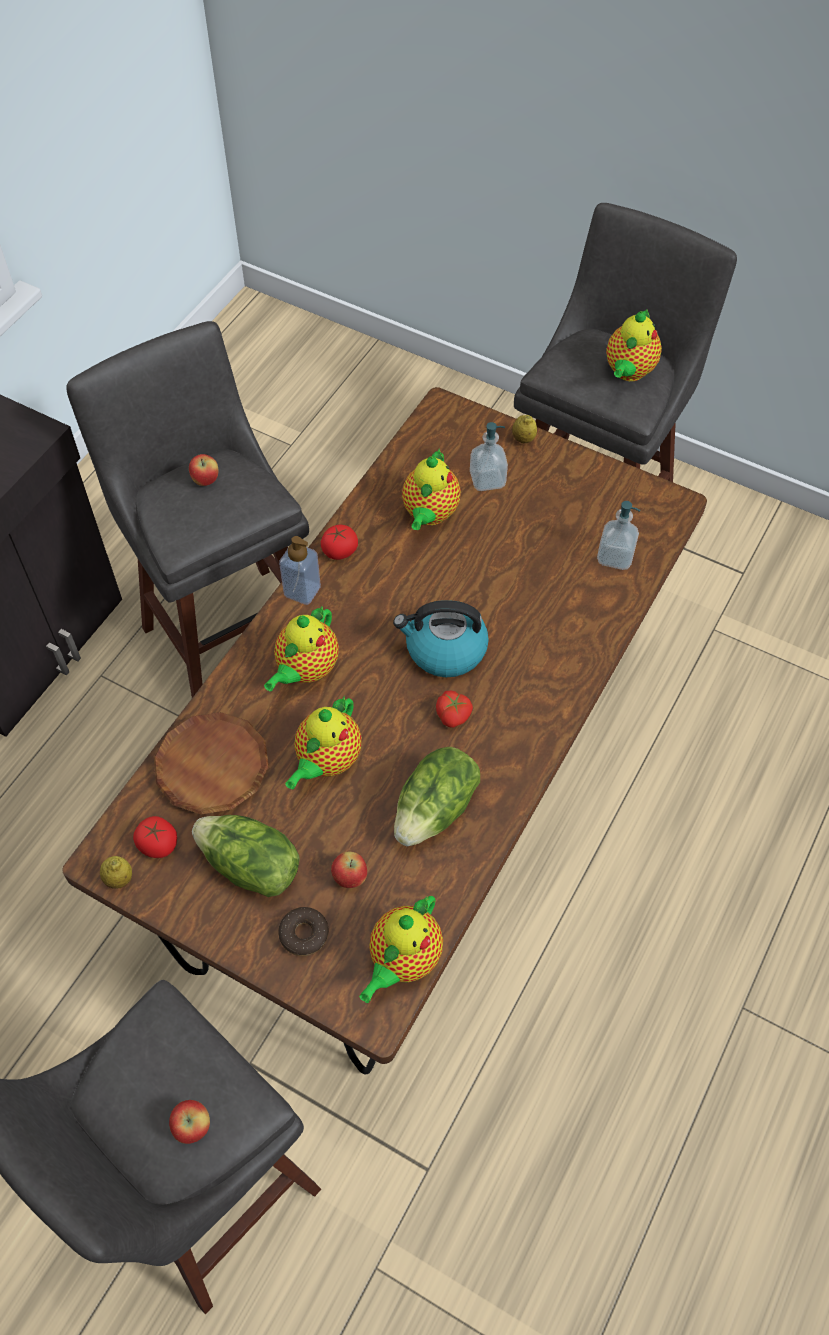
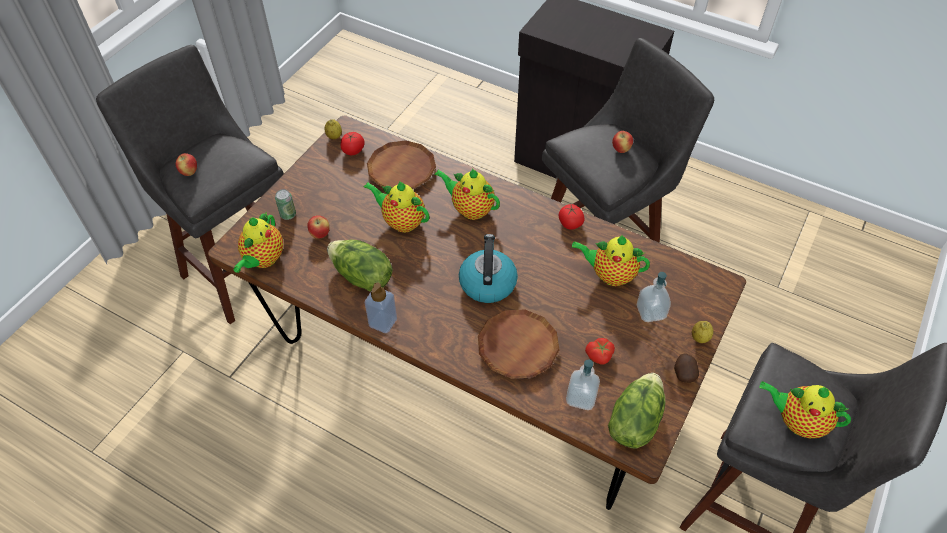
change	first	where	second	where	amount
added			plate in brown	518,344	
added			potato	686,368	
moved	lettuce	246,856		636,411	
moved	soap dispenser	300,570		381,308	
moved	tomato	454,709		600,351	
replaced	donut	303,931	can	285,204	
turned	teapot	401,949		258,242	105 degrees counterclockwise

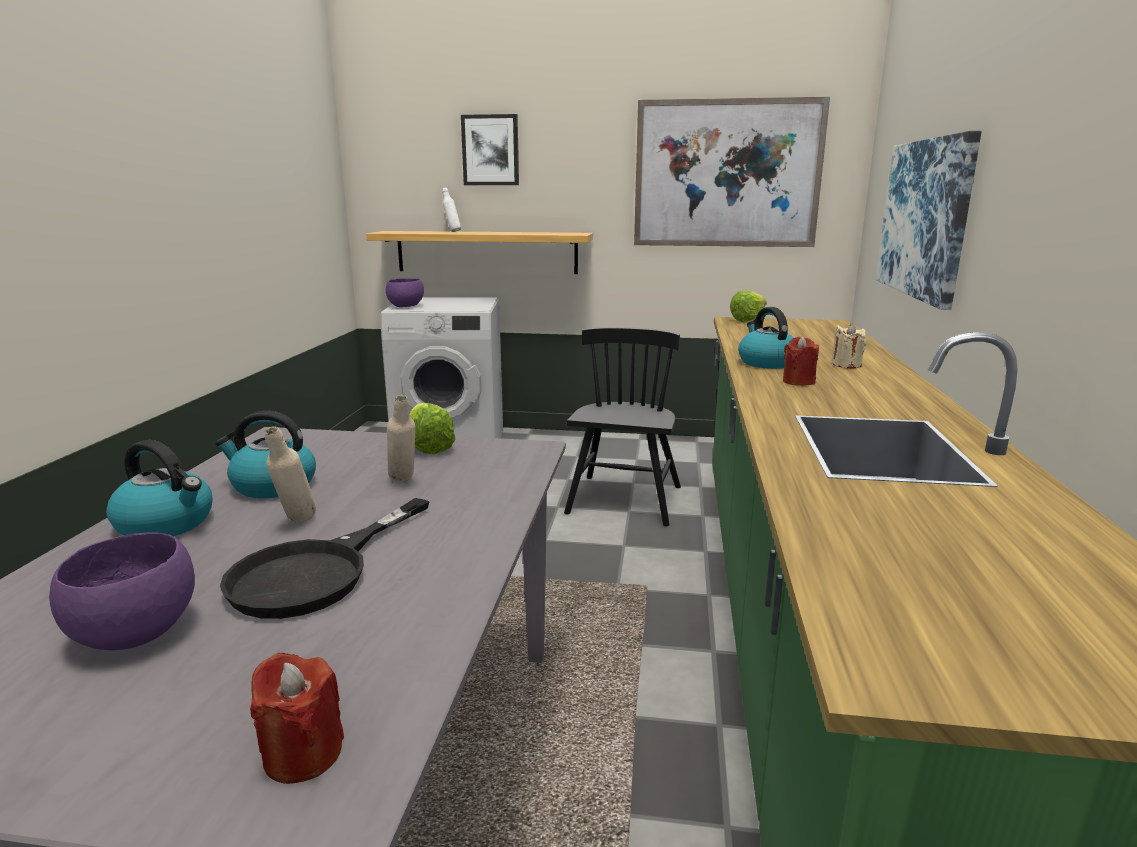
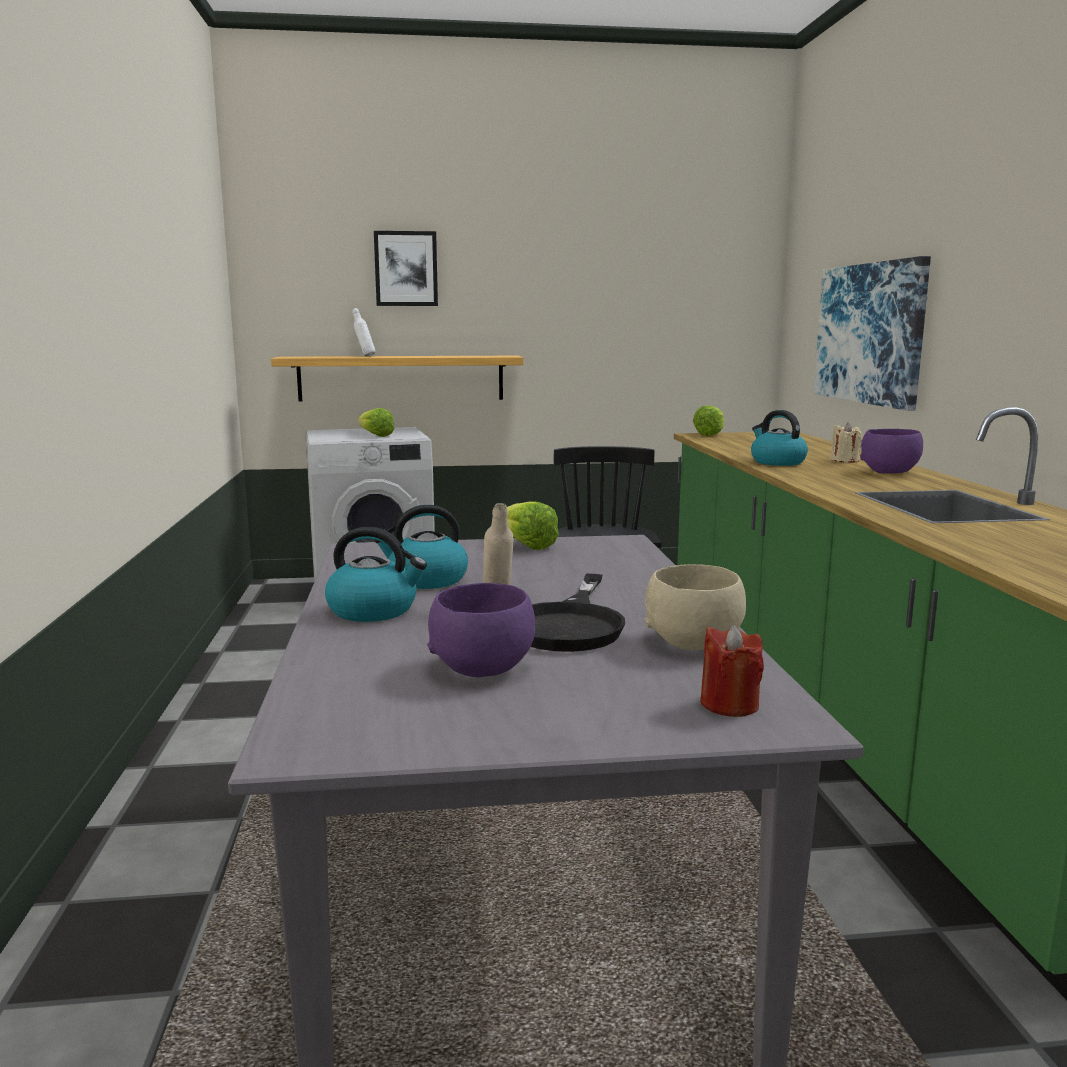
change	first	where	second	where	amount
removed	bottle in beige	401,438			
removed	picture	732,172			
removed	candle in red	801,361			
added			lettuce	376,422	
added			bowl in beige	695,607	
moved	bowl in purple	405,292		891,451	

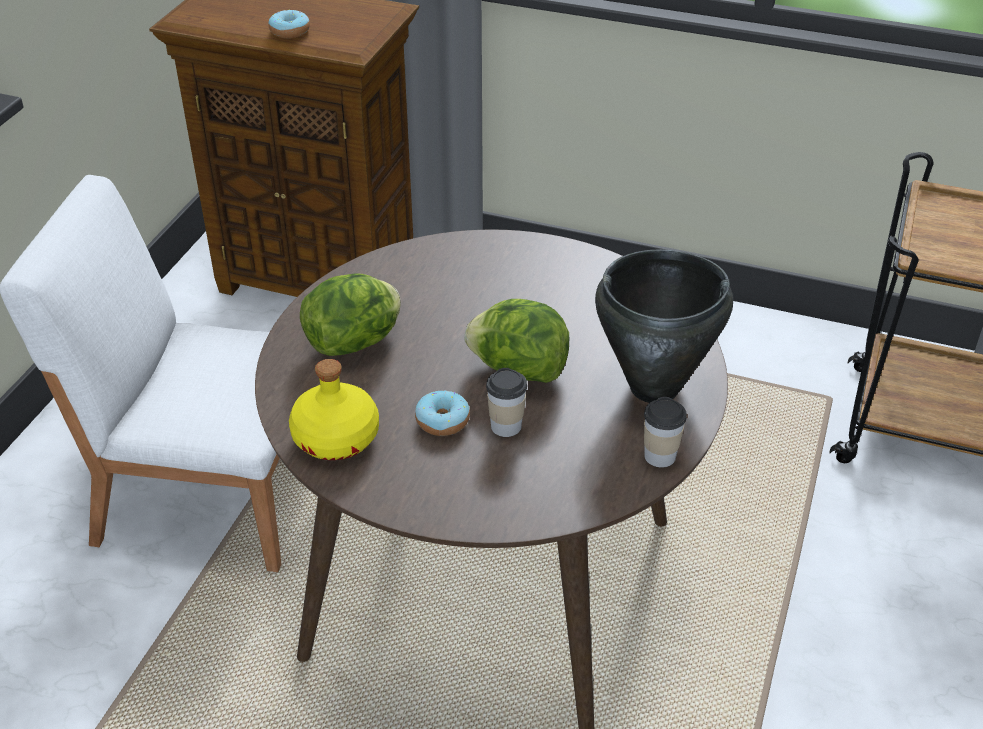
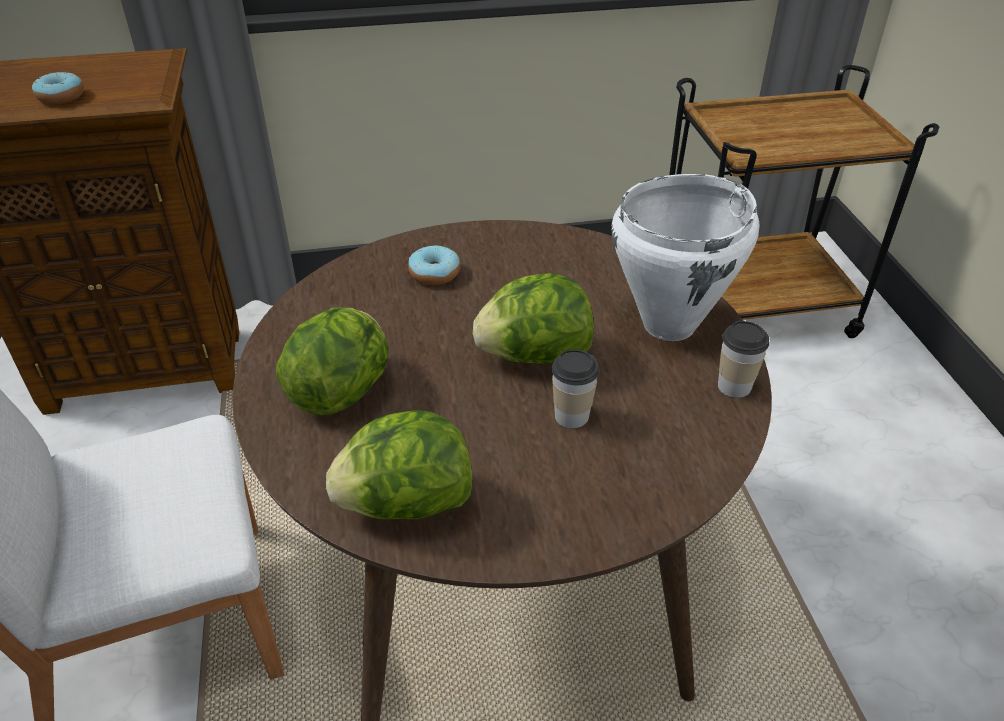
change	first	where	second	where	amount
moved	donut	442,413		434,264	
replaced	bottle in yellow	334,409	lettuce	399,465	
recoloured	cooking pot in black	664,326	cooking pot in white	685,257	

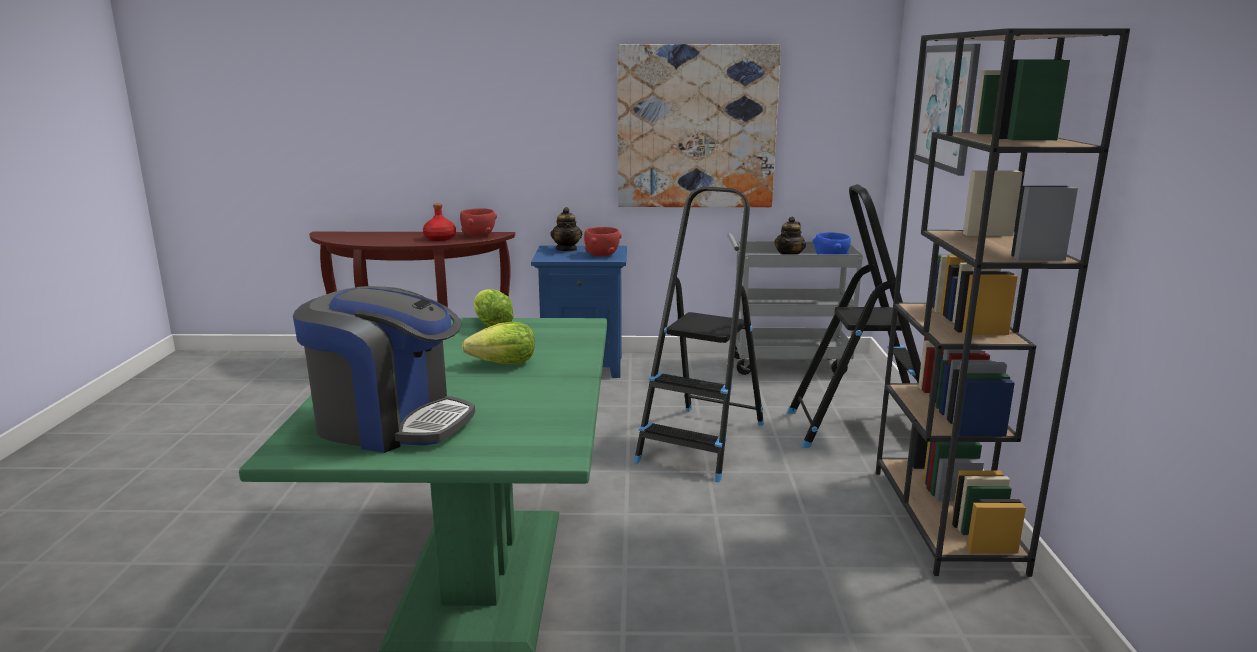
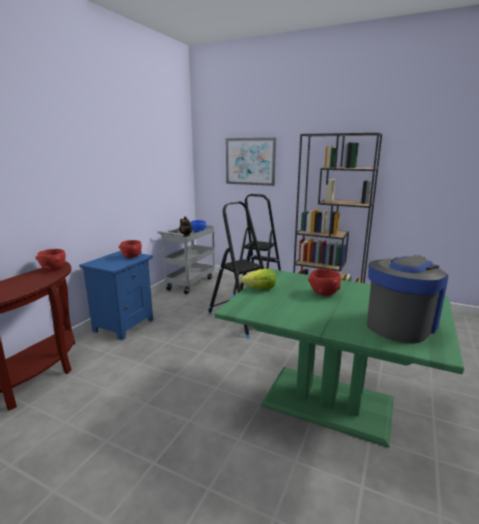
change	first	where	second	where	amount
removed	bottle in red	439,222			
removed	teapot	566,229			
removed	picture	699,125			
replaced	lettuce	498,343	bowl in red	324,282	

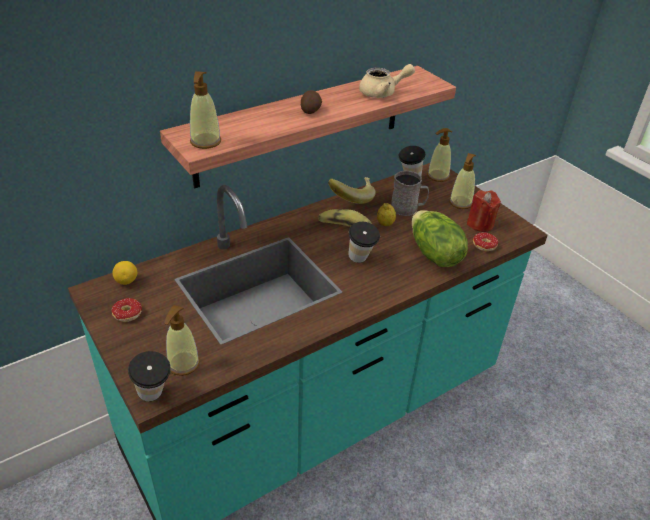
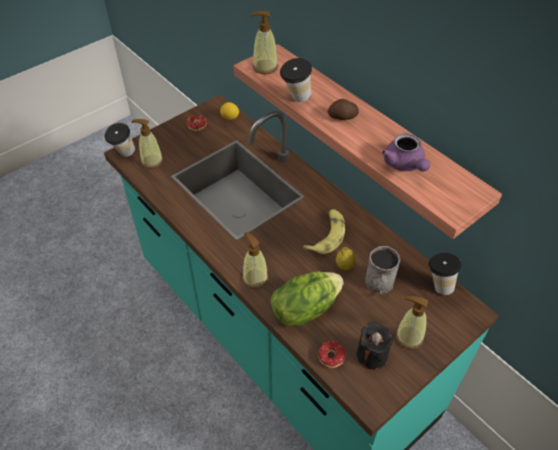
change	first	where	second	where	amount
removed	banana	352,190			
moved	cup	364,242		296,80	
moved	soap dispenser	439,155		255,260	
recoloured	teapot in beige	387,81	teapot in purple	406,152	
recoloured	candle in red	484,211	candle in black	374,346	

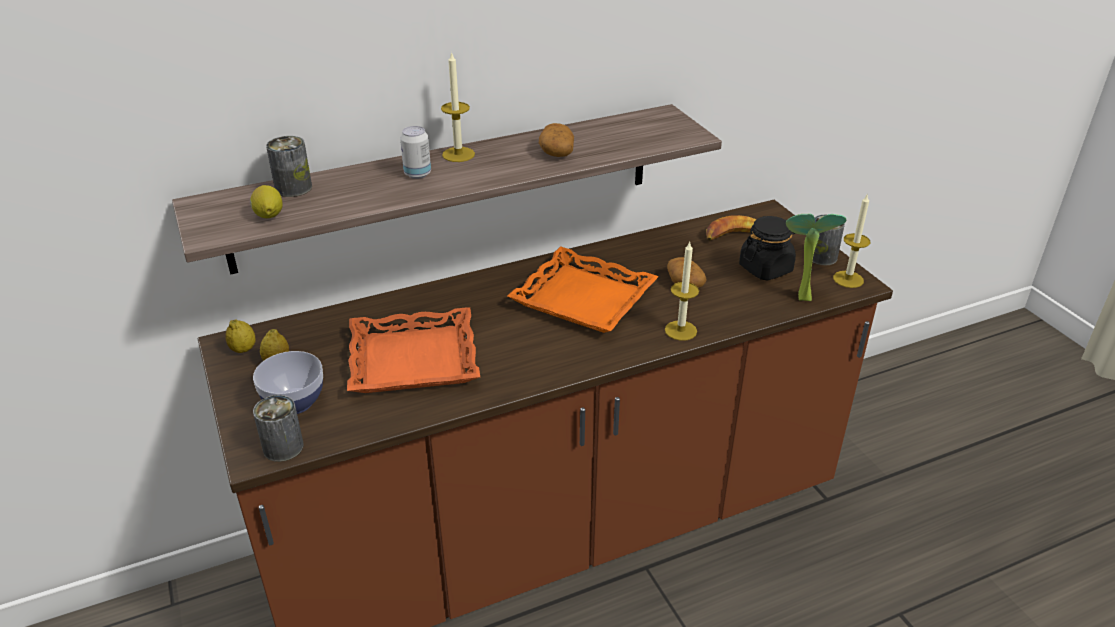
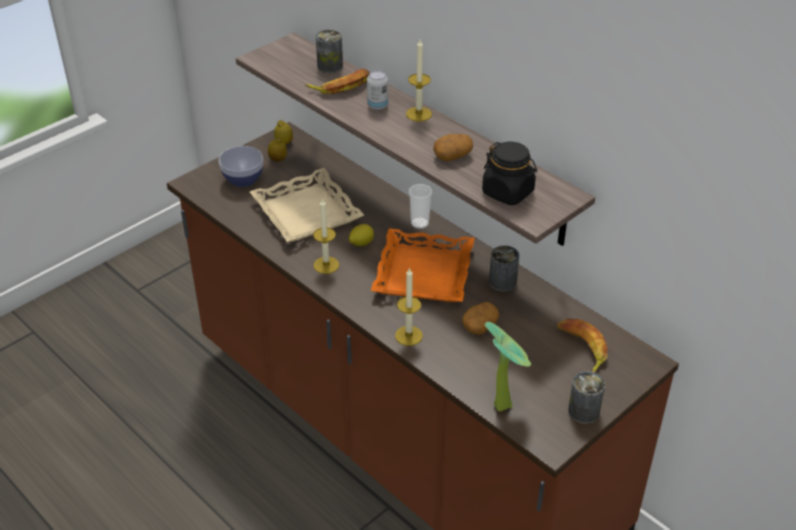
change	first	where	second	where	amount
added			banana	337,81	
added			cup	420,206	
moved	lemon	266,201		361,235	
moved	can	278,428		504,268	
moved	jar in black	767,248		509,173	
moved	candle	851,240		326,236	
recoloured	tray in orange	413,350	tray in beige	307,205	

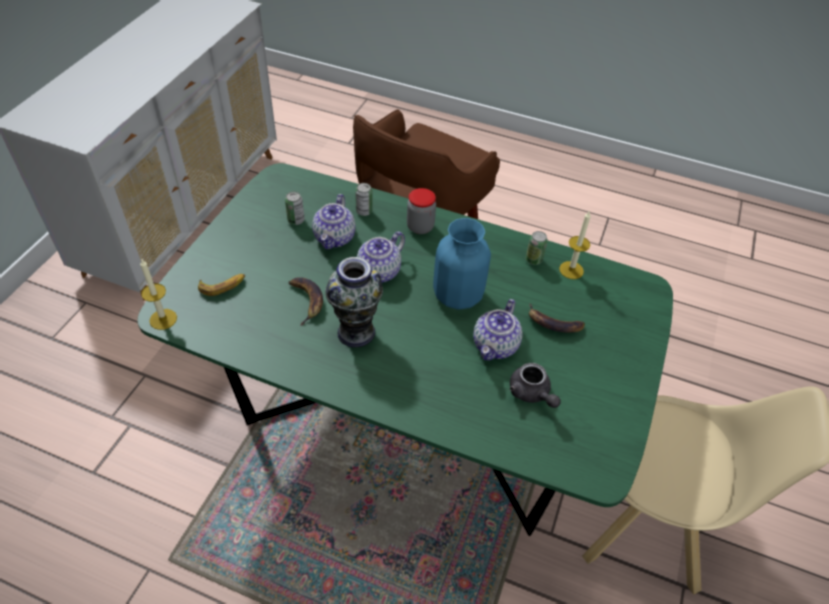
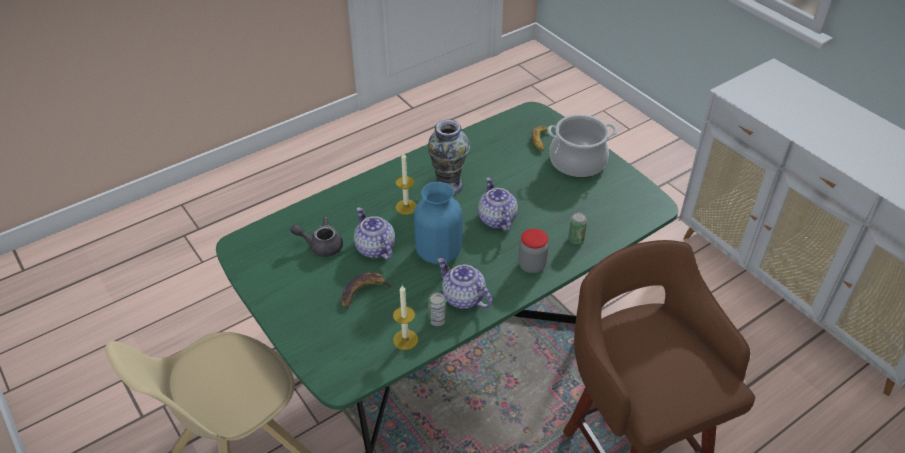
change	first	where	second	where	amount
removed	can	295,208			
removed	banana	306,301			
added			cooking pot	582,146	
moved	candle	158,295		406,183	
moved	teapot	334,222		464,283	

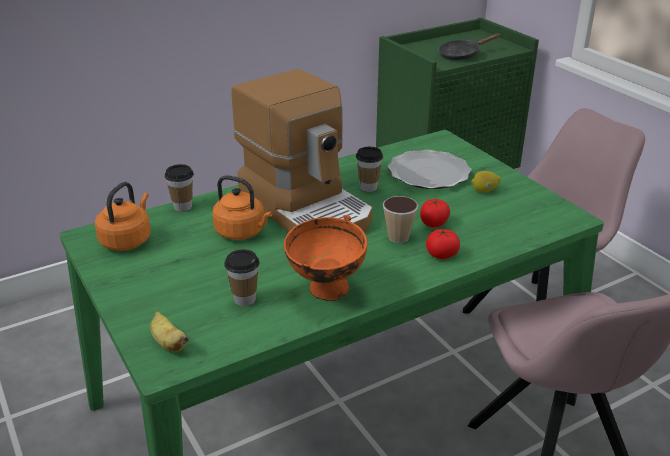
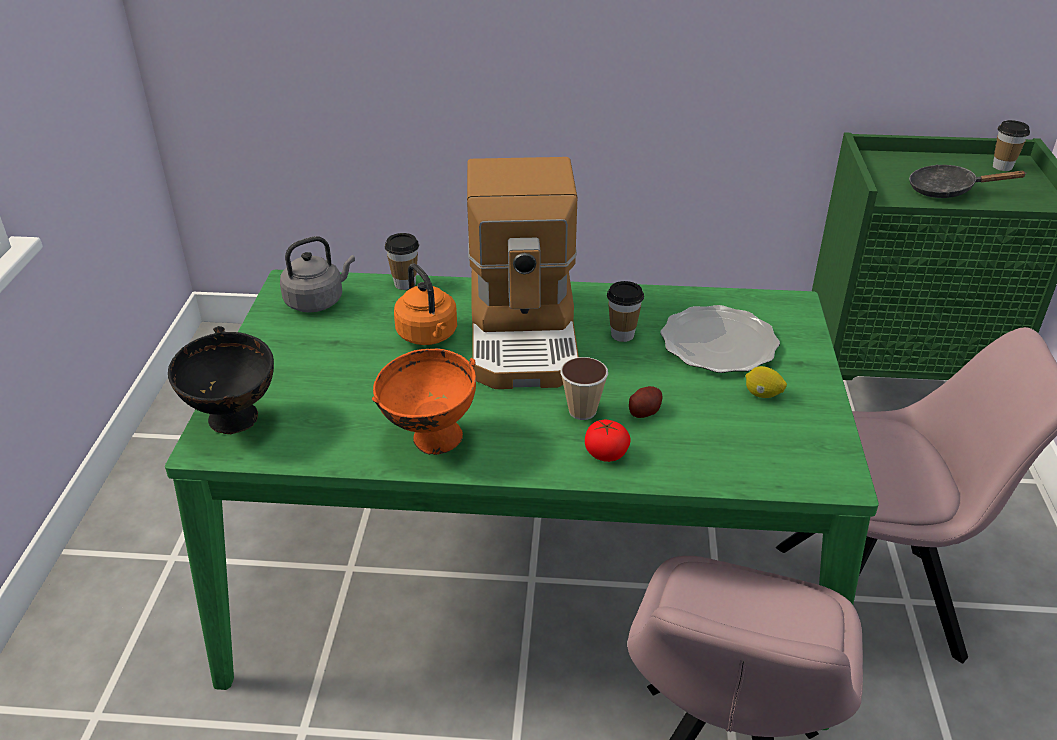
change	first	where	second	where	amount
moved	cup	241,278		1011,145	
replaced	banana	169,331	bowl in black	221,380	
replaced	tomato	435,213	potato	646,402	
recoloured	kettle in orange	123,216	kettle in grey	317,274	

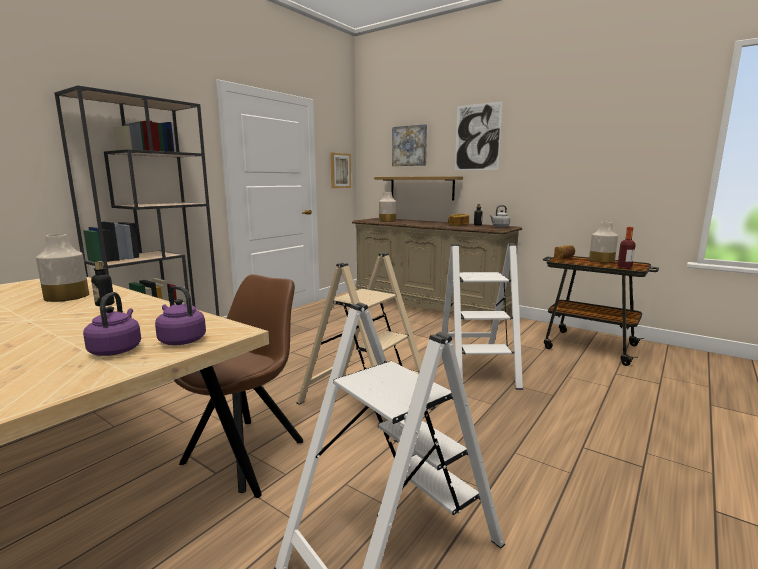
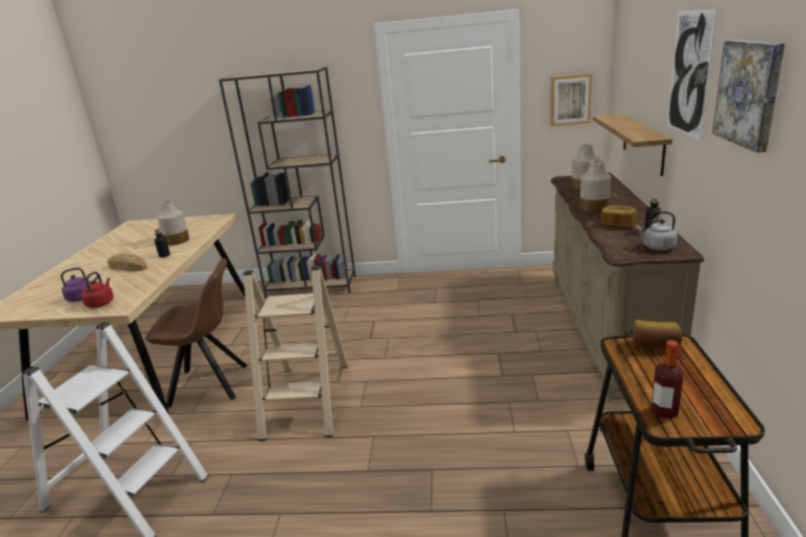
change	first	where	second	where	amount
removed	step ladder in white	482,316			
added			bread	127,262	
moved	picture	409,145		748,96	
moved	vase in beige	603,242		595,186	
recoloured	kettle in purple	180,315	kettle in red	97,289	

